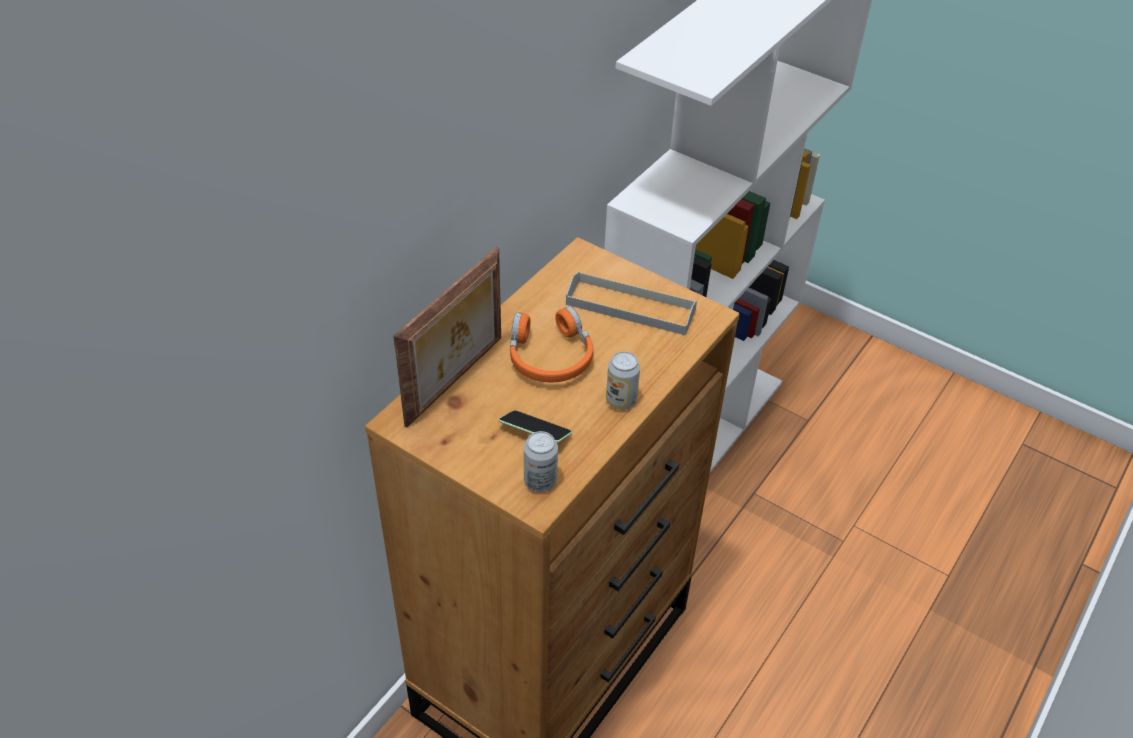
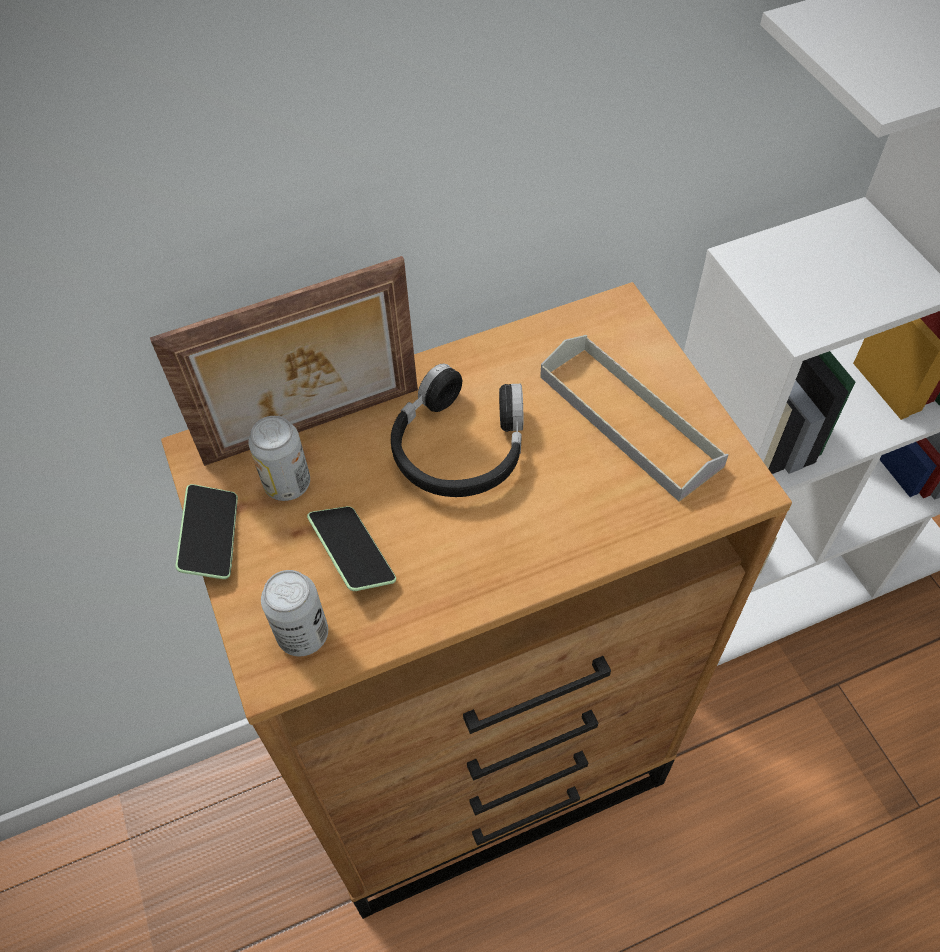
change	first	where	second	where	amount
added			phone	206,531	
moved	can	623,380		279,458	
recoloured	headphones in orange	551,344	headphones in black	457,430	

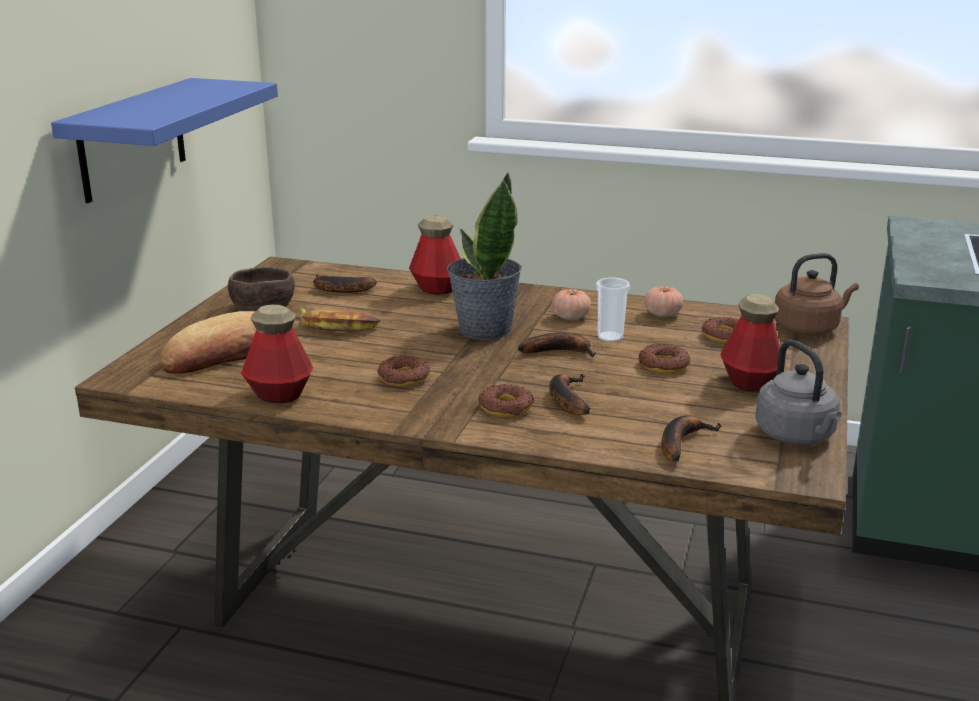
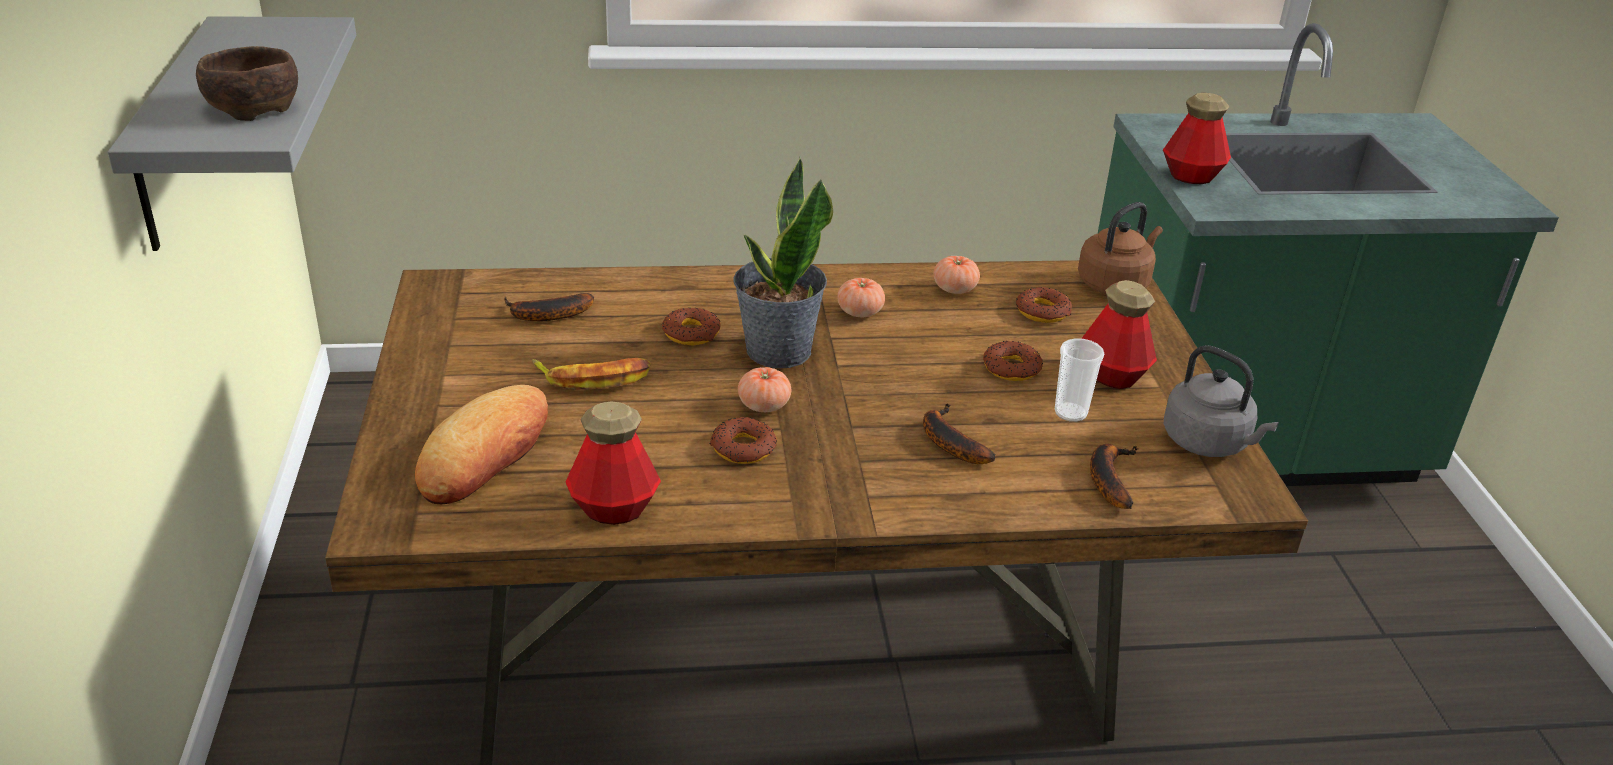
change	first	where	second	where	amount
removed	banana	557,345			
added			tomato	765,389	
moved	bowl in brown	261,289		247,83	
moved	bottle	435,255		1197,138	
moved	donut	506,400		691,326	
moved	cup	613,309		1080,380	
recoloured	shelf in blue	164,140	shelf in grey	232,133	

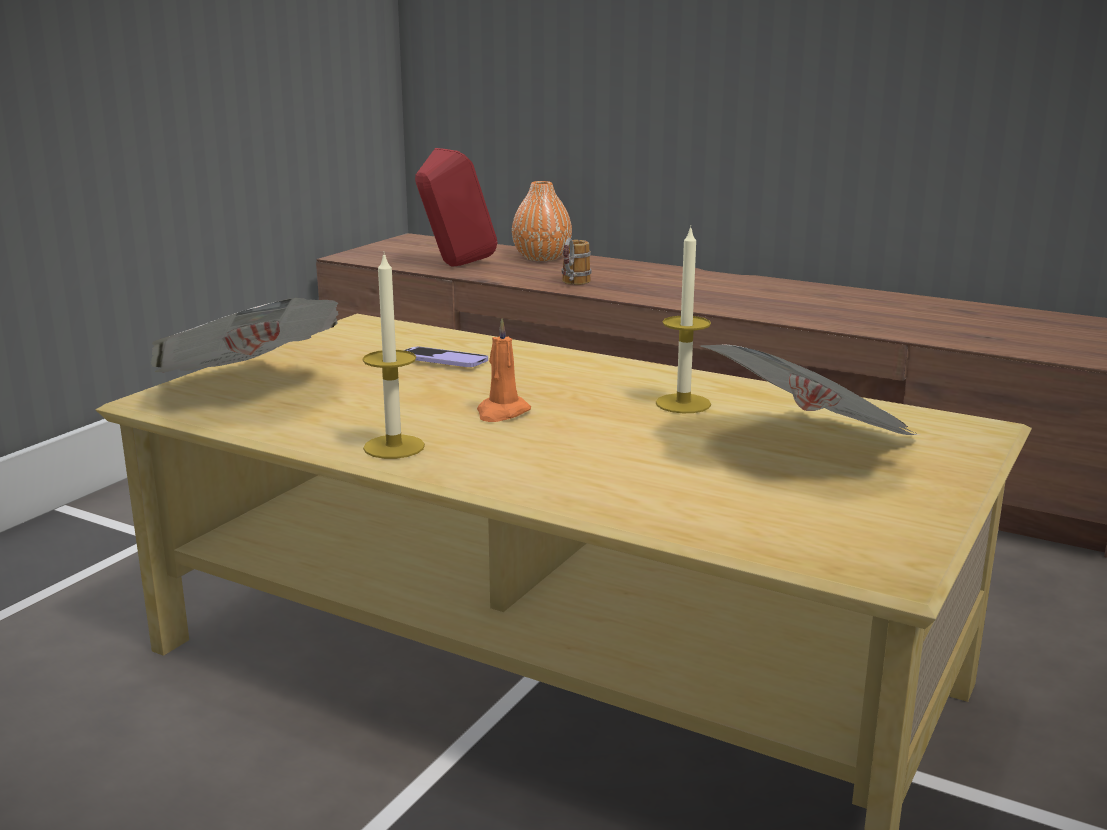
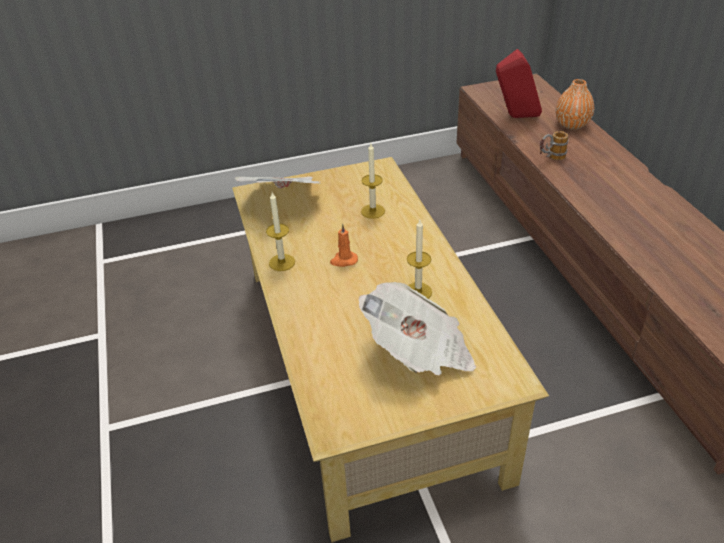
change	first	where	second	where	amount
replaced	phone	445,357	candle	373,181	

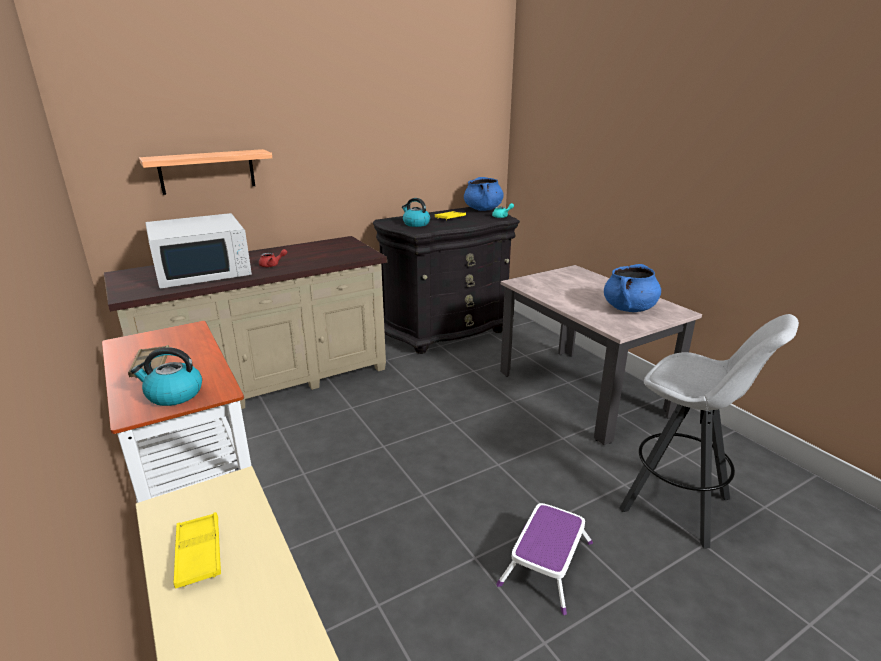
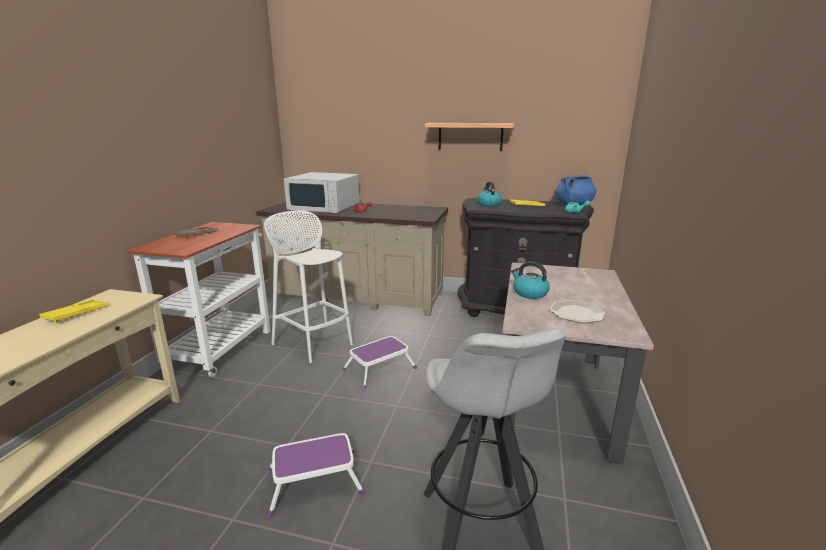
change	first	where	second	where	amount
added			stool in white	308,286	
added			step ladder in purple	379,363	
moved	kettle	166,376		530,280	
moved	shelf	205,172		469,137	
replaced	cooking pot in blue	632,288	plate	577,311	

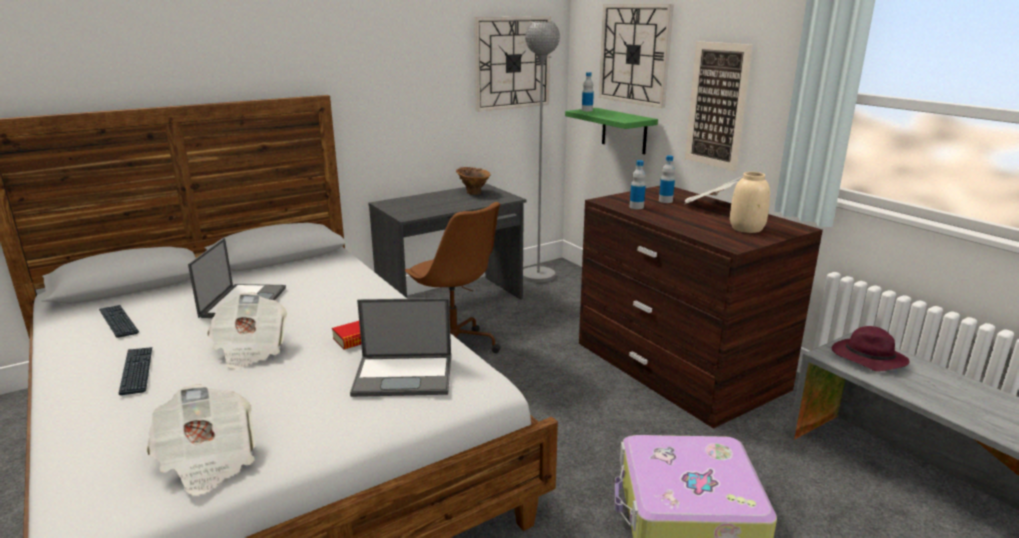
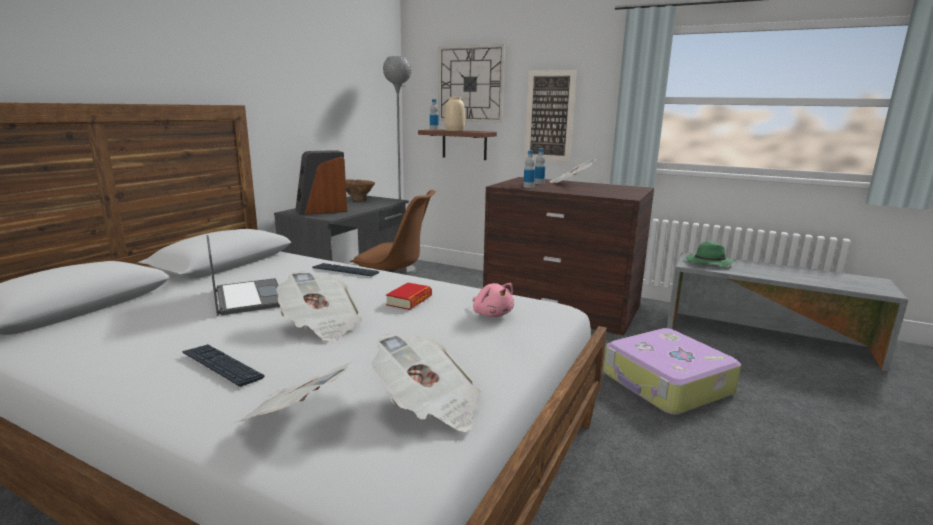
change	first	where	second	where	amount
removed	wall clock	512,64			
added			newspaper	294,392	
added			speaker	321,182	
moved	keyboard	119,321		345,269	
moved	vase in beige	750,202		454,114	
replaced	laptop	400,347	plush toy in pink	493,300	
recoloured	shelf in green	611,131	shelf in brown	457,144	
recoloured	hat in purple	871,349	hat in green	710,254	

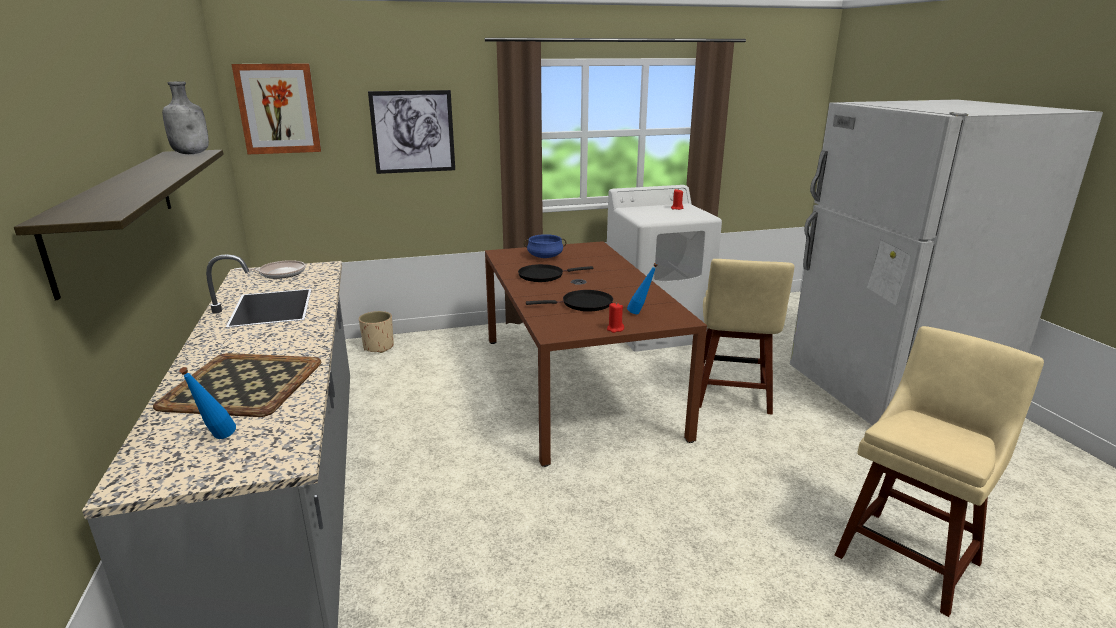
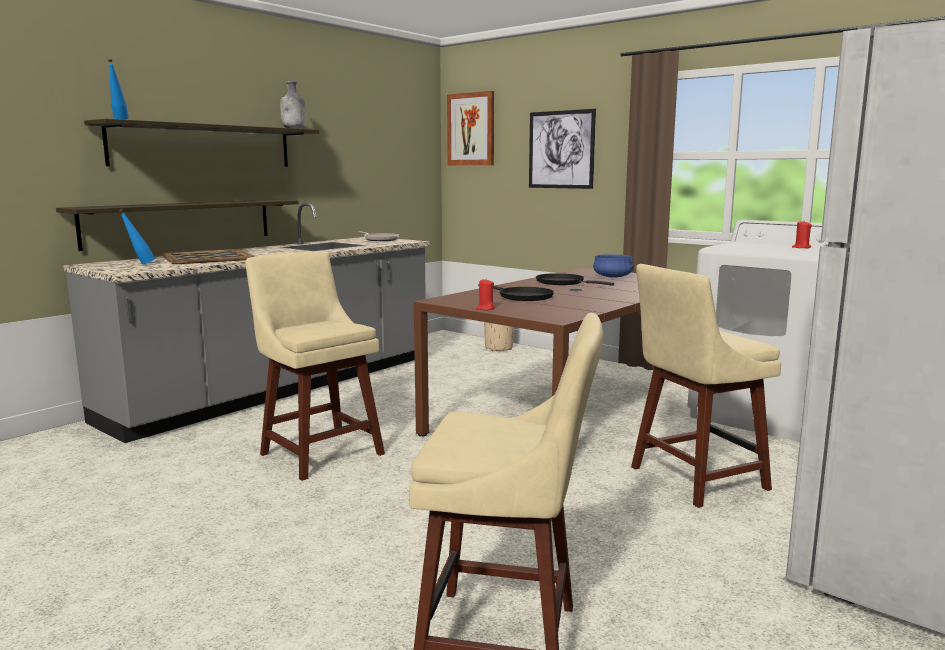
change	first	where	second	where	amount
added			shelf	177,225	
added			chair in beige	315,366	
moved	bottle in blue	642,288		118,89	

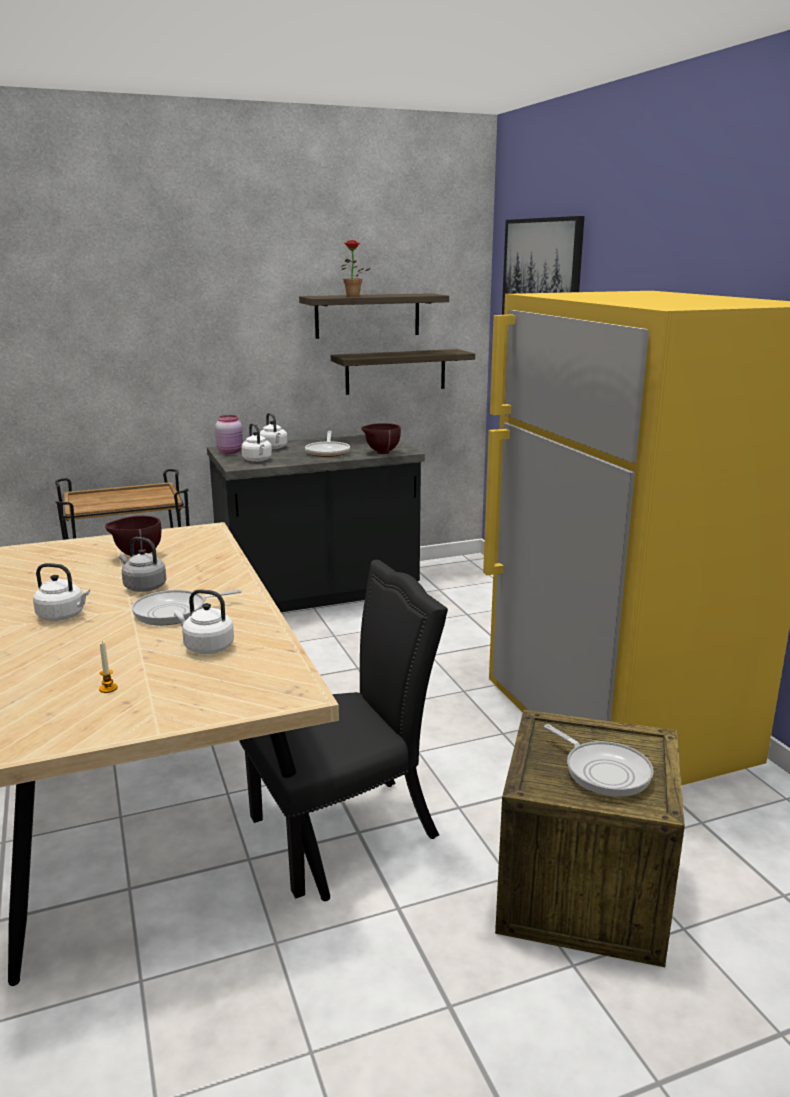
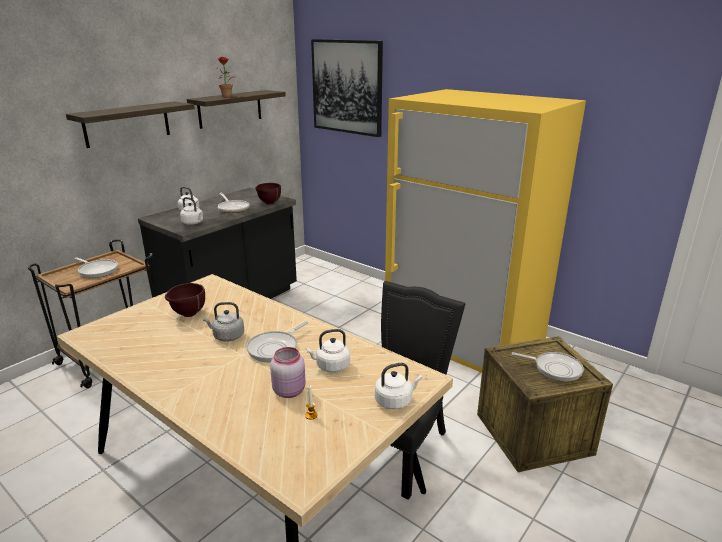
change	first	where	second	where	amount
added			frying pan	96,267	
moved	kettle in white	61,592		398,386	
moved	jar in pink	229,434		288,372	
moved	shelf	403,372		130,124	

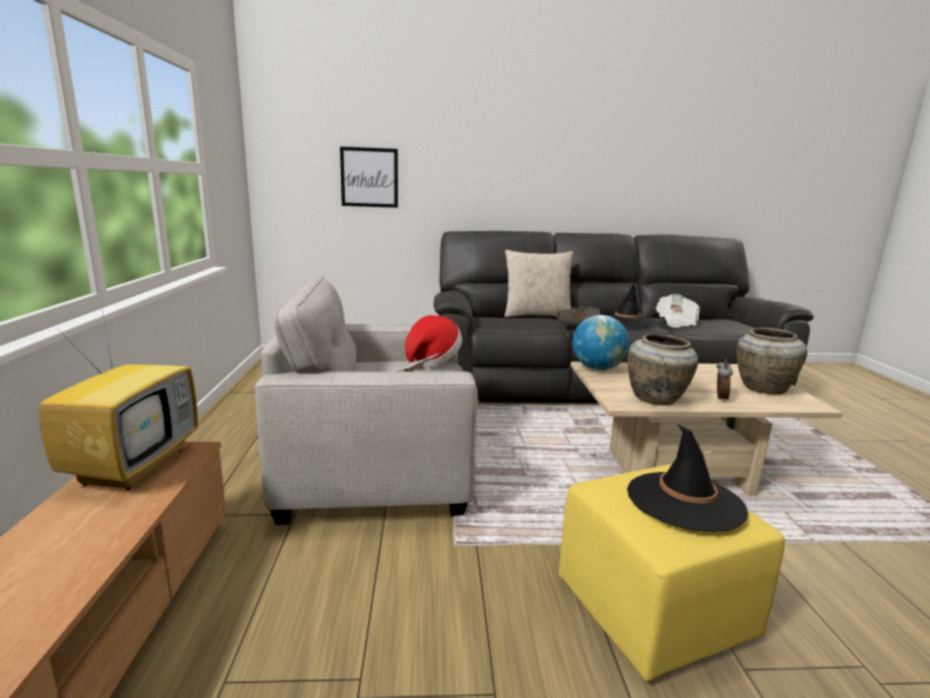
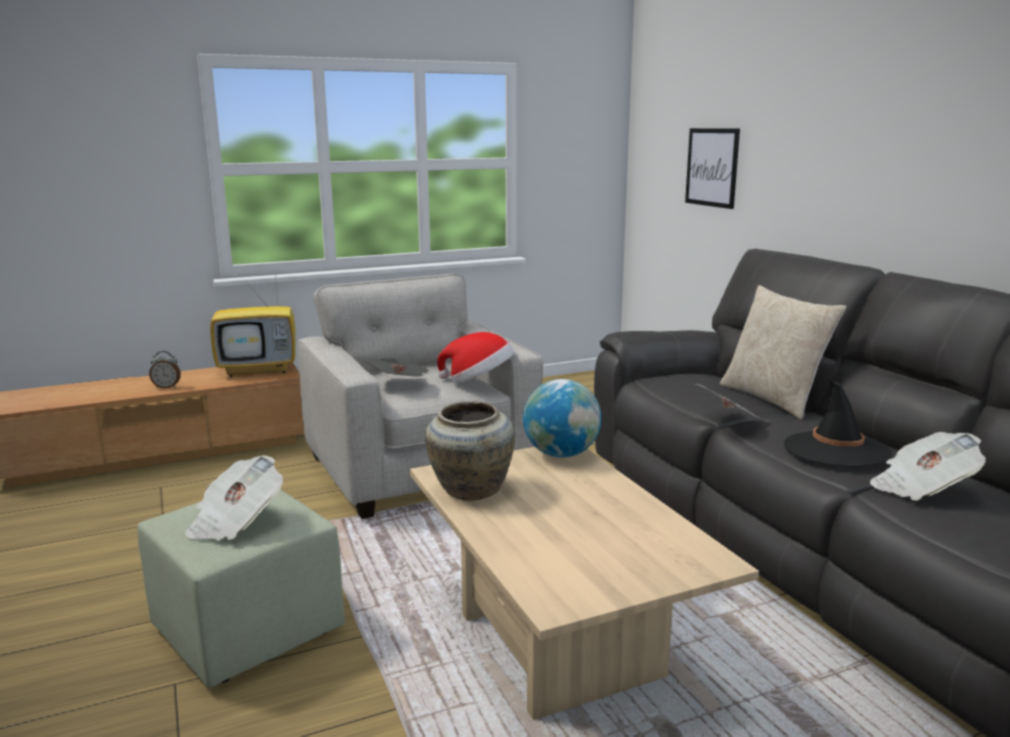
change	first	where	second	where	amount
removed	vase in beige	771,361			
moved	alarm clock	724,380		165,370	
replaced	hat in black	688,478	newspaper	234,497	
recoloured	ottoman in yellow	671,572	ottoman in green	241,589	

